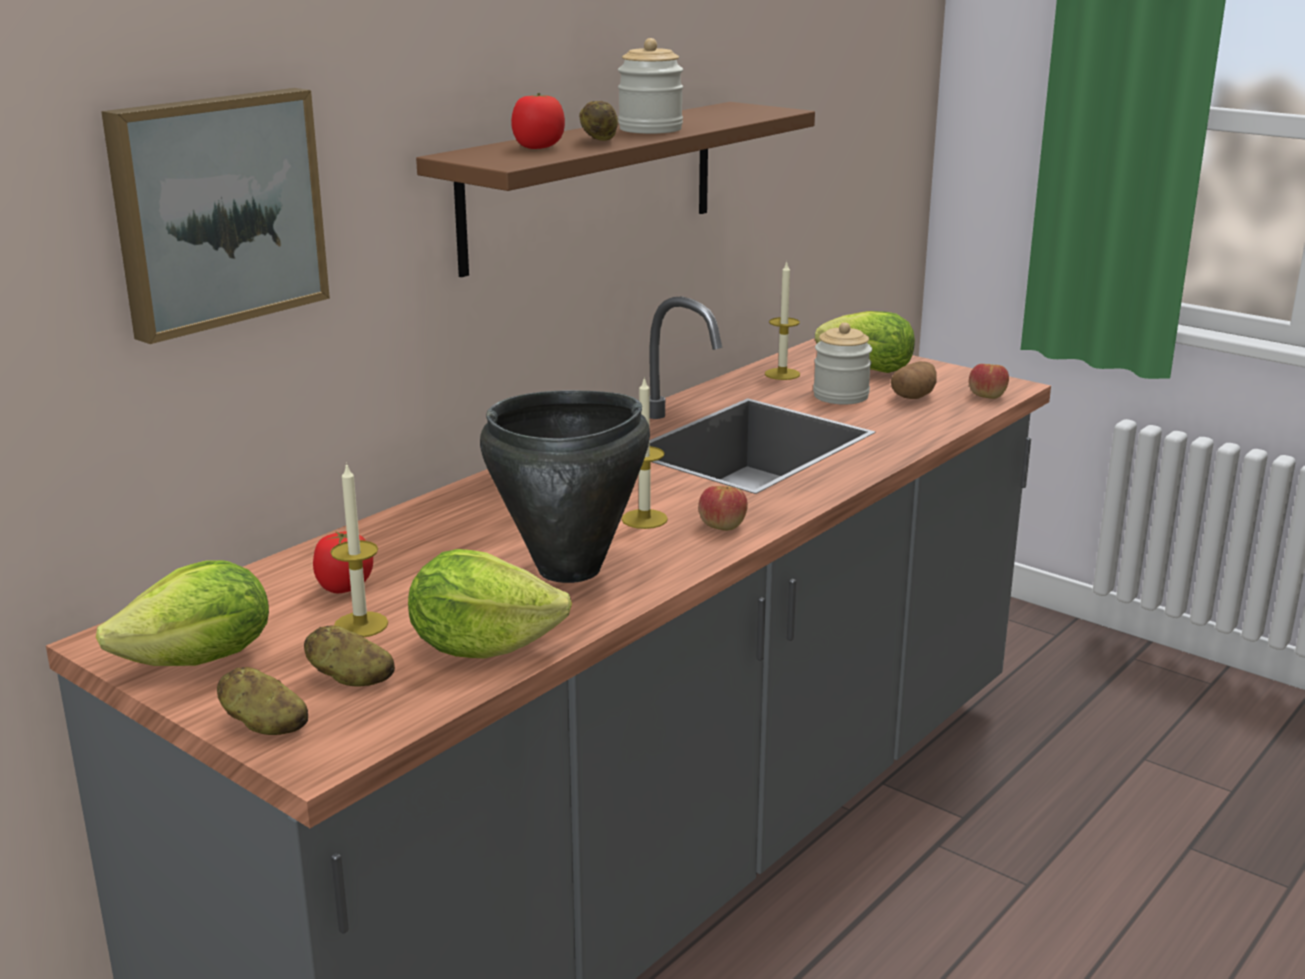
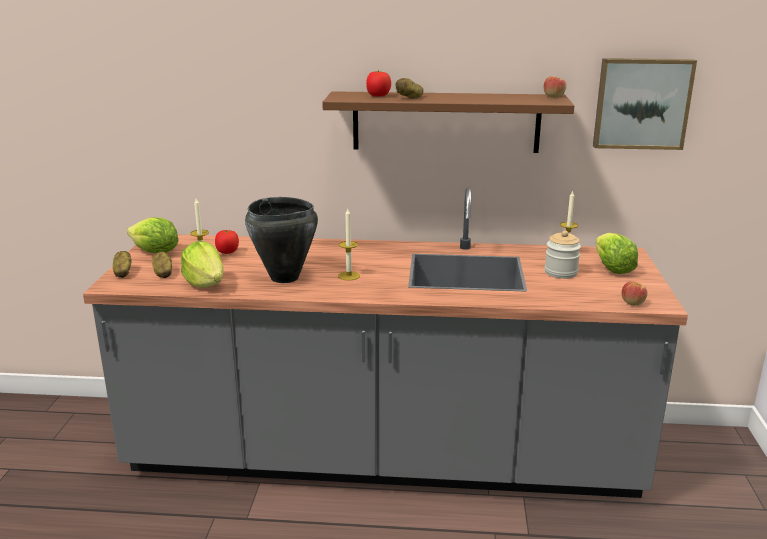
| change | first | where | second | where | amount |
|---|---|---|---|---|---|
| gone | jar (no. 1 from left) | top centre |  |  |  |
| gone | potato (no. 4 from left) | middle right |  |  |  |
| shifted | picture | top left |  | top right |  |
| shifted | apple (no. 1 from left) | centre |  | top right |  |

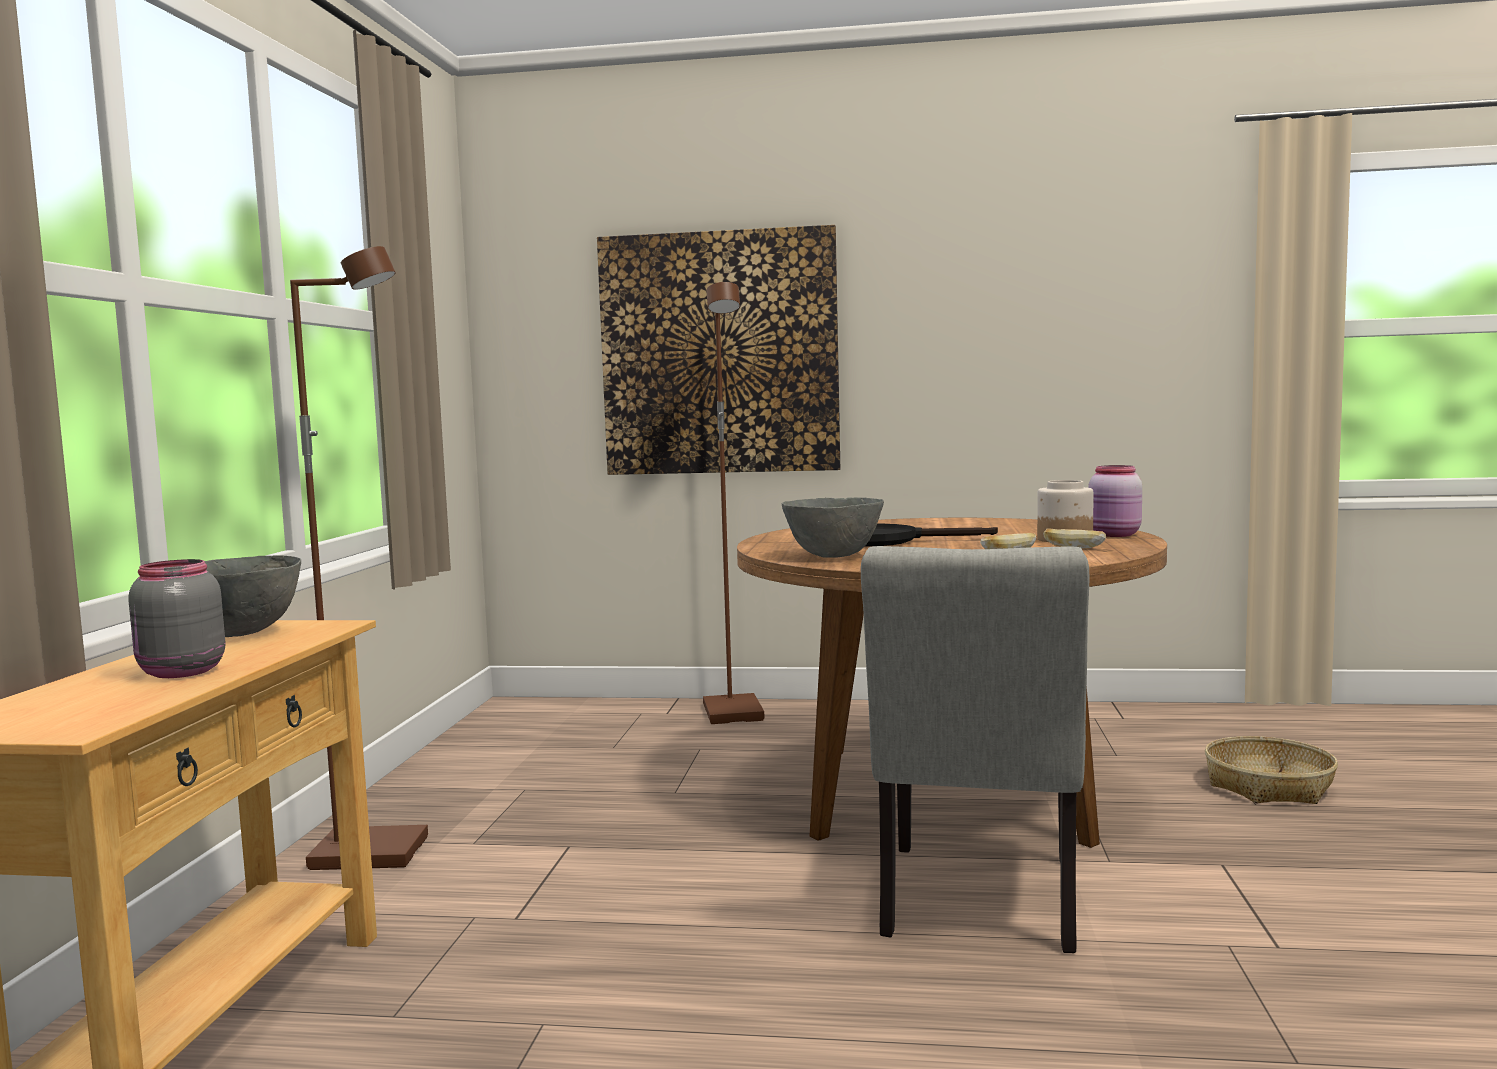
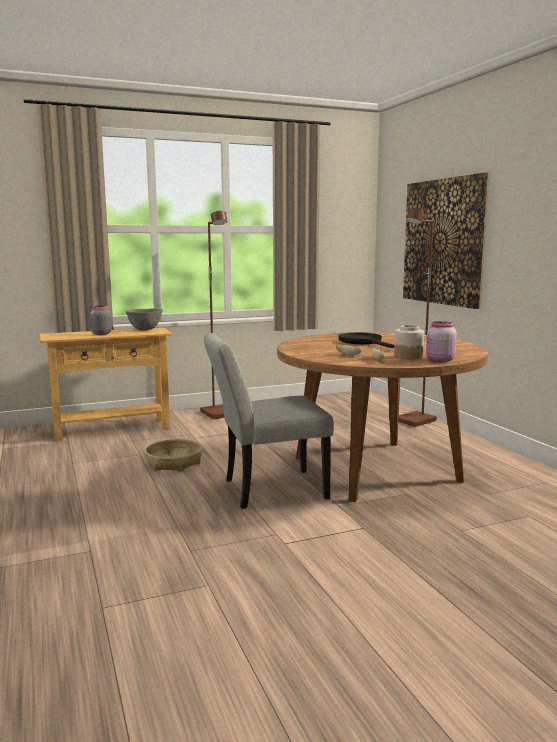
| change | first | where | second | where | amount |
|---|---|---|---|---|---|
| gone | bowl in grey (no. 2 from left) | centre |  |  |  |
| shifted | basket | bottom right |  | middle left |  |

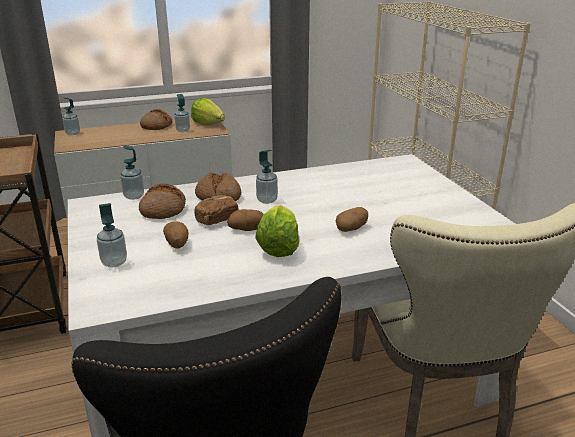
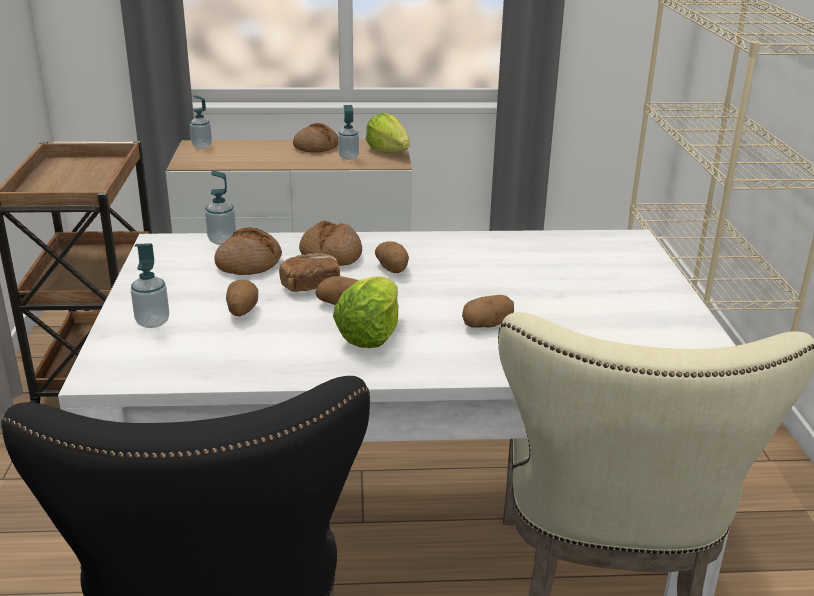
| change | first | where | second | where | amount |
|---|---|---|---|---|---|
| swapped | soap dispenser (no. 5 from left) | centre | potato (no. 3 from left) | centre |  |

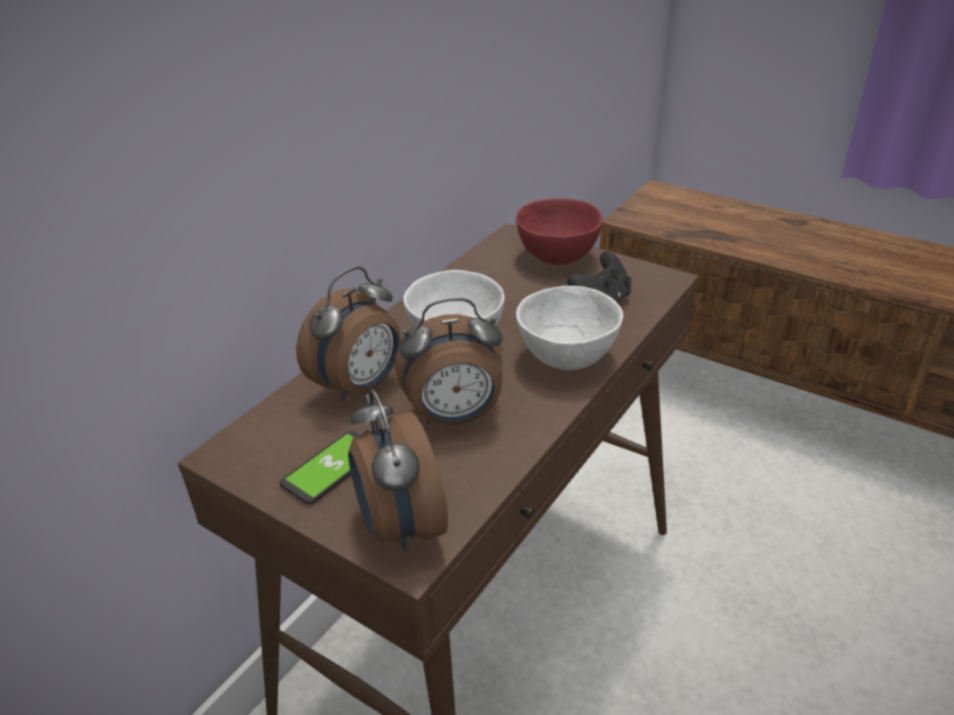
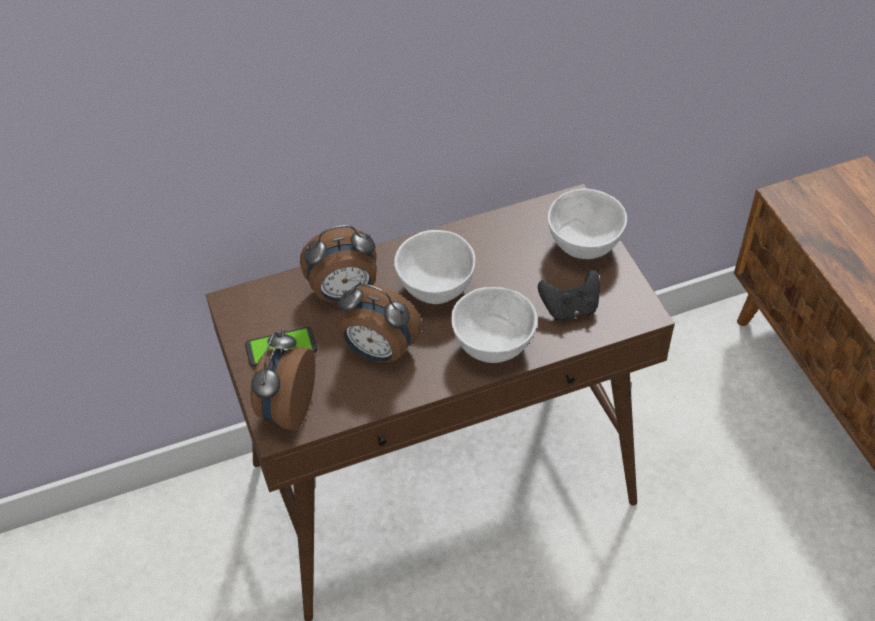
| change | first | where | second | where | amount |
|---|---|---|---|---|---|
| repainted | bowl in red | top centre | bowl in white (no. 3 from left) | middle right |  |

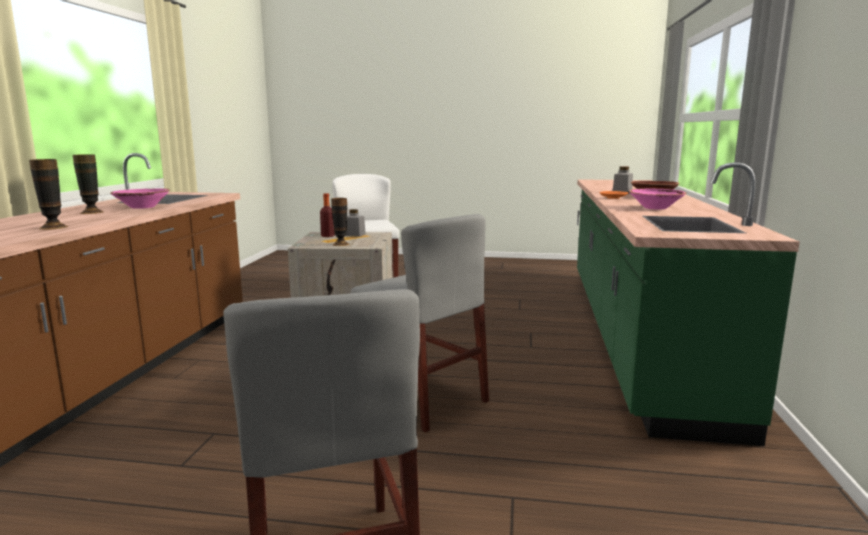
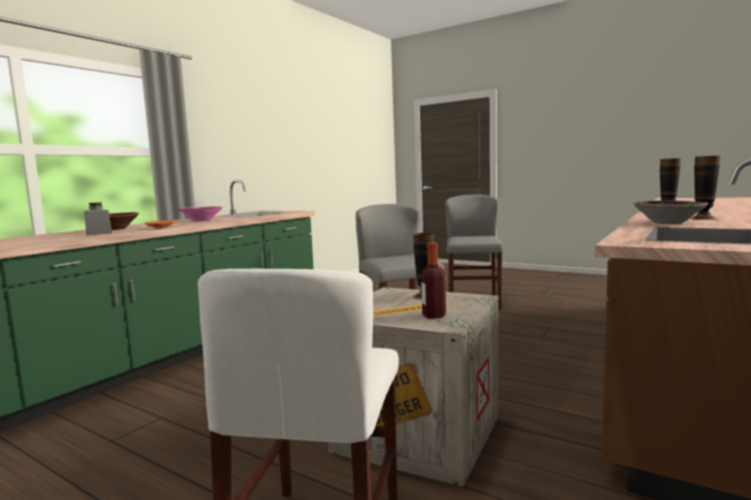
| change | first | where | second | where | amount |
|---|---|---|---|---|---|
| gone | jar in grey (no. 1 from left) | centre |  |  |  |
| repainted | bowl in pink (no. 1 from left) | middle left | bowl in grey | middle right |  |

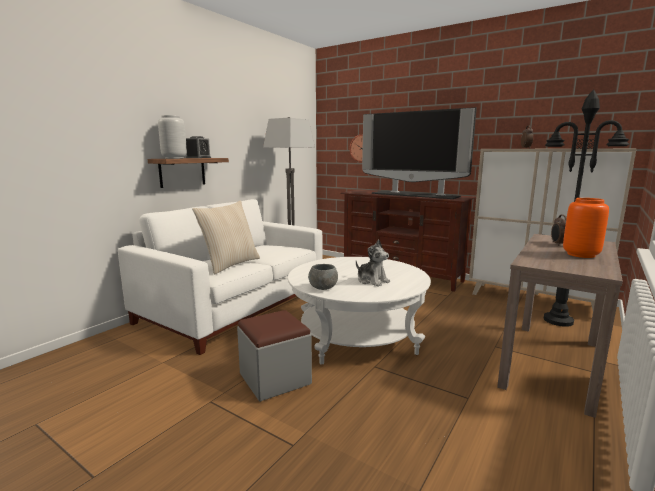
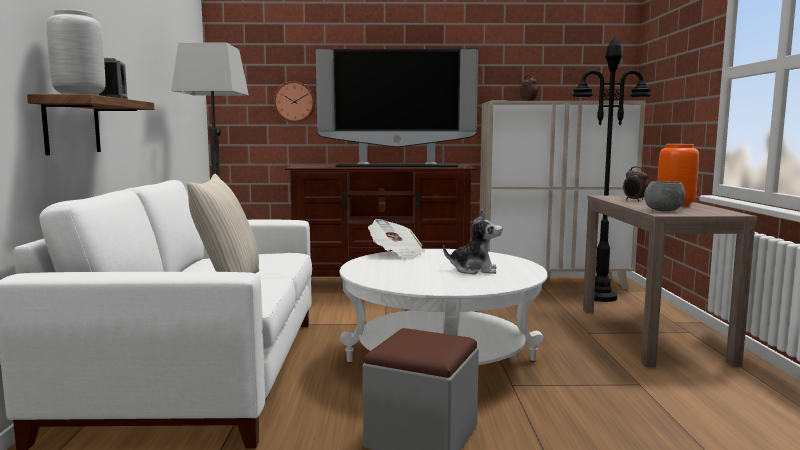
| change | first | where | second | where | amount |
|---|---|---|---|---|---|
| new |  |  | newspaper | centre |  |
| shifted | bowl in grey | centre |  | middle right |  |

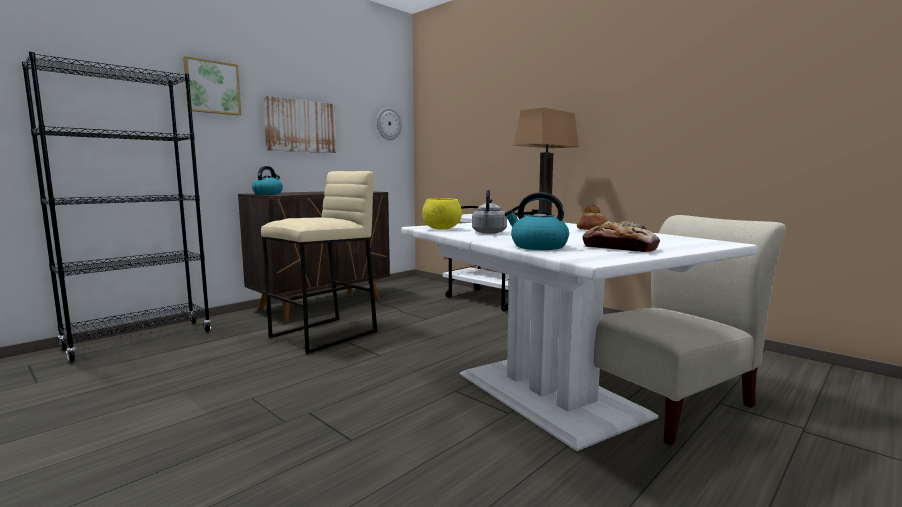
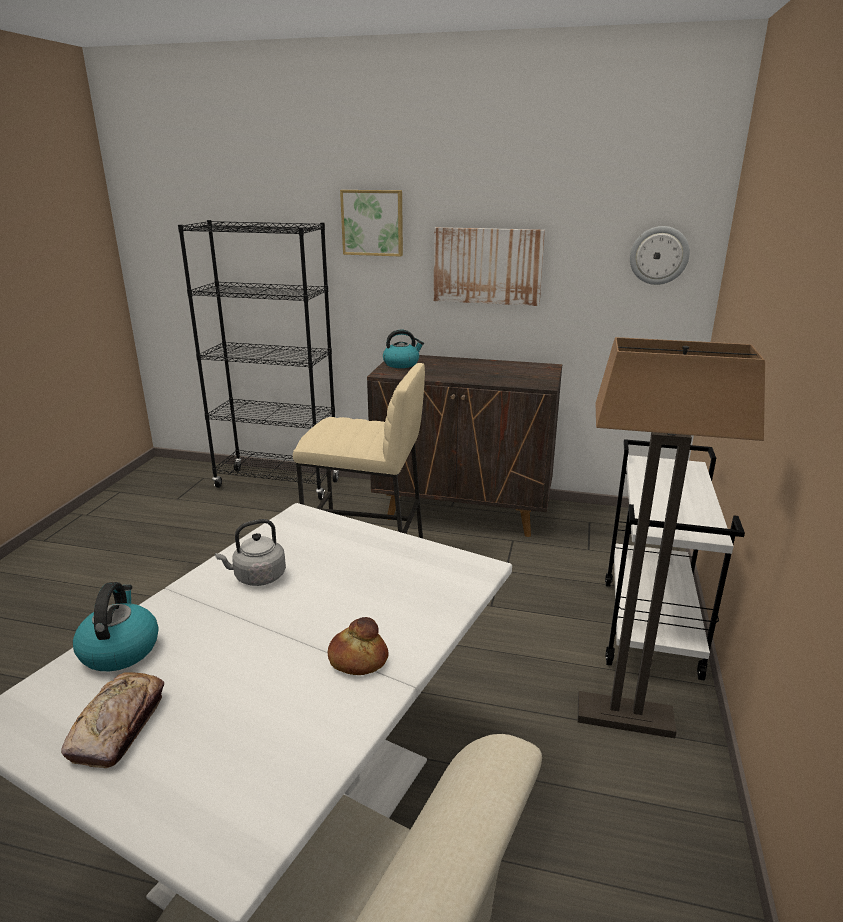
| change | first | where | second | where | amount |
|---|---|---|---|---|---|
| gone | bowl in yellow | centre |  |  |  |

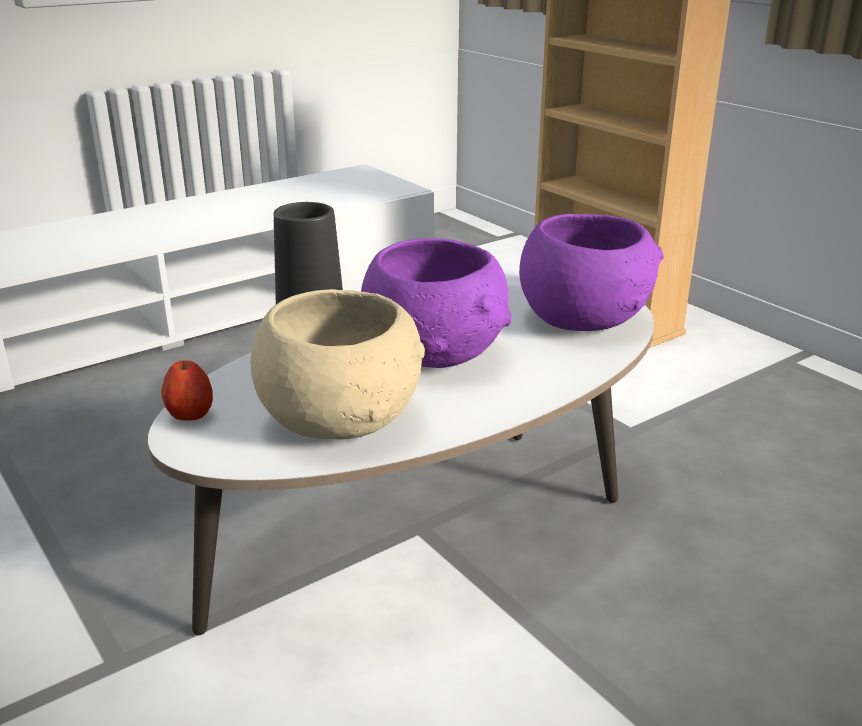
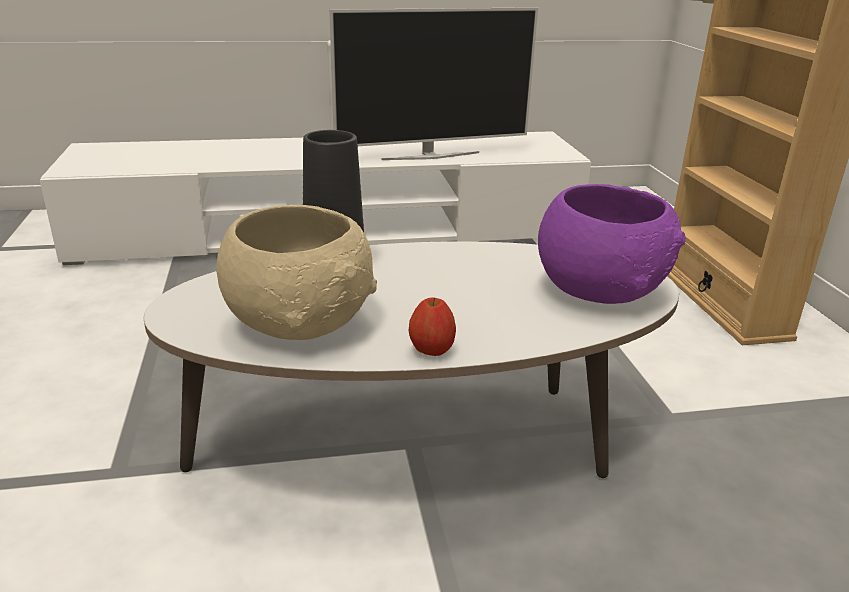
| change | first | where | second | where | amount |
|---|---|---|---|---|---|
| gone | bowl in purple (no. 1 from left) | centre |  |  |  |
| new |  |  | television | top centre |  |
| shifted | apple | middle left |  | centre |  |

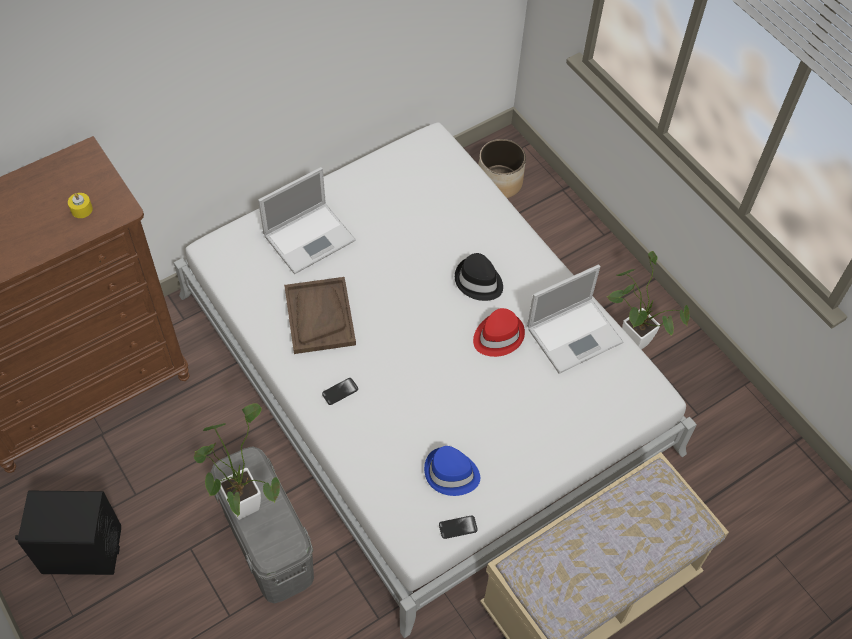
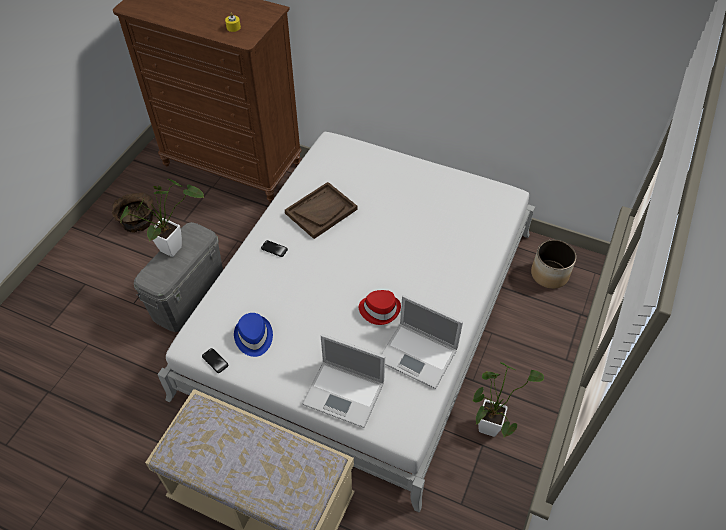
| change | first | where | second | where | amount |
|---|---|---|---|---|---|
| gone | hat in black | centre |  |  |  |
| shifted | laptop (no. 1 from left) | centre |  | bottom centre |  |
| swapped | speaker in black | bottom left | bowl in brown | middle left |  |

